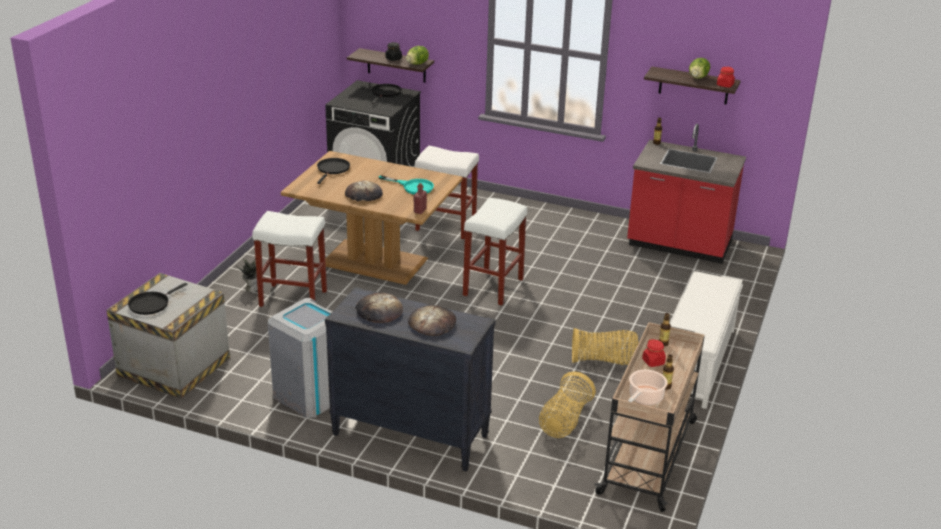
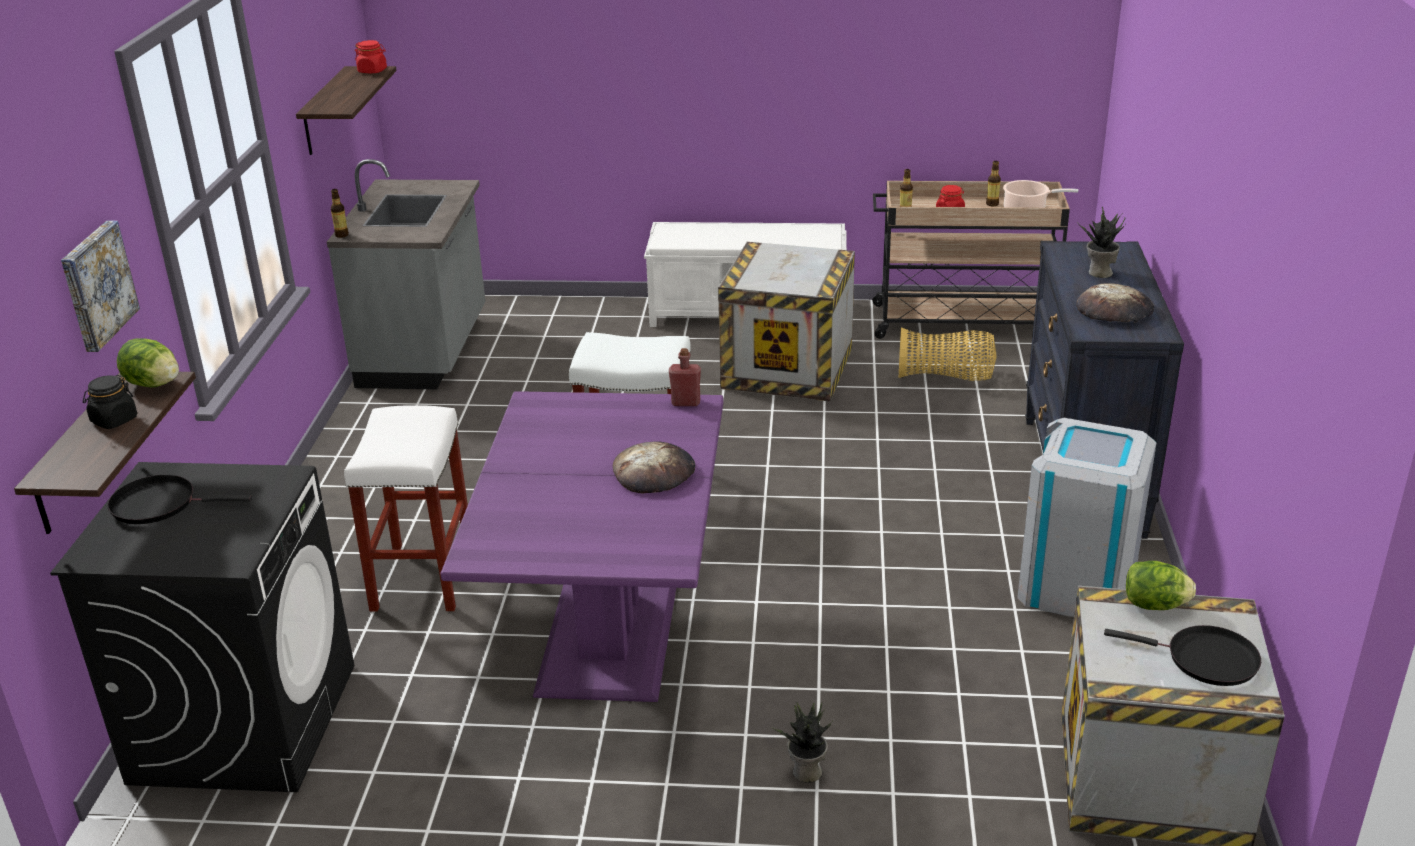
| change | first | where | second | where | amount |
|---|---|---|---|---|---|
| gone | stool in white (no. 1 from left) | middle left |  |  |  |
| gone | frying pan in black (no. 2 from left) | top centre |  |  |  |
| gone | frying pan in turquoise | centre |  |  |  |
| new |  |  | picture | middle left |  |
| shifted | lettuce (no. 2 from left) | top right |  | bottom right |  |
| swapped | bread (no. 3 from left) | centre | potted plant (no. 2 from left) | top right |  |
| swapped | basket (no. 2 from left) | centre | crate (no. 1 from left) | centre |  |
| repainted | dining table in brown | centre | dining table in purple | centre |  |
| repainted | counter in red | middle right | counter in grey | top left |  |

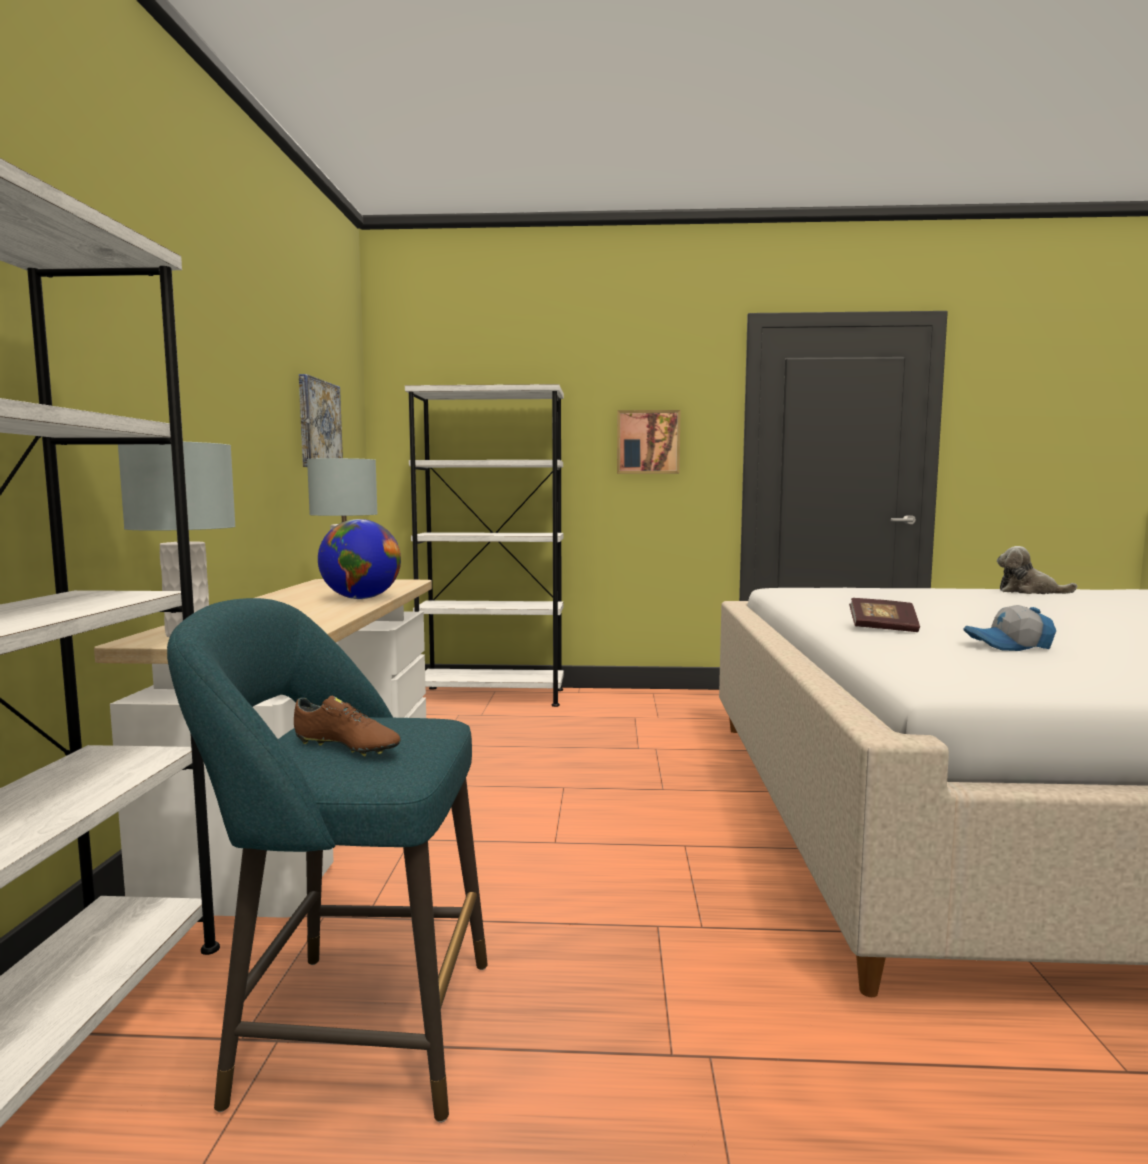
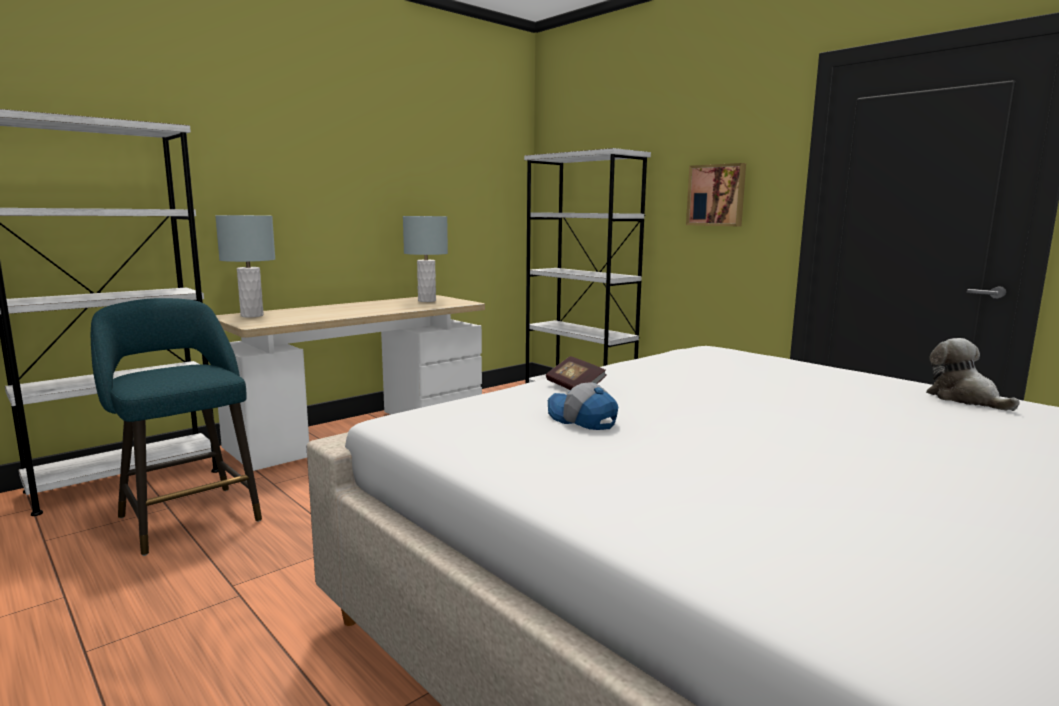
| change | first | where | second | where | amount |
|---|---|---|---|---|---|
| gone | shoe in brown | middle left |  |  |  |
| gone | picture (no. 1 from left) | middle left |  |  |  |
| gone | globe | middle left |  |  |  |

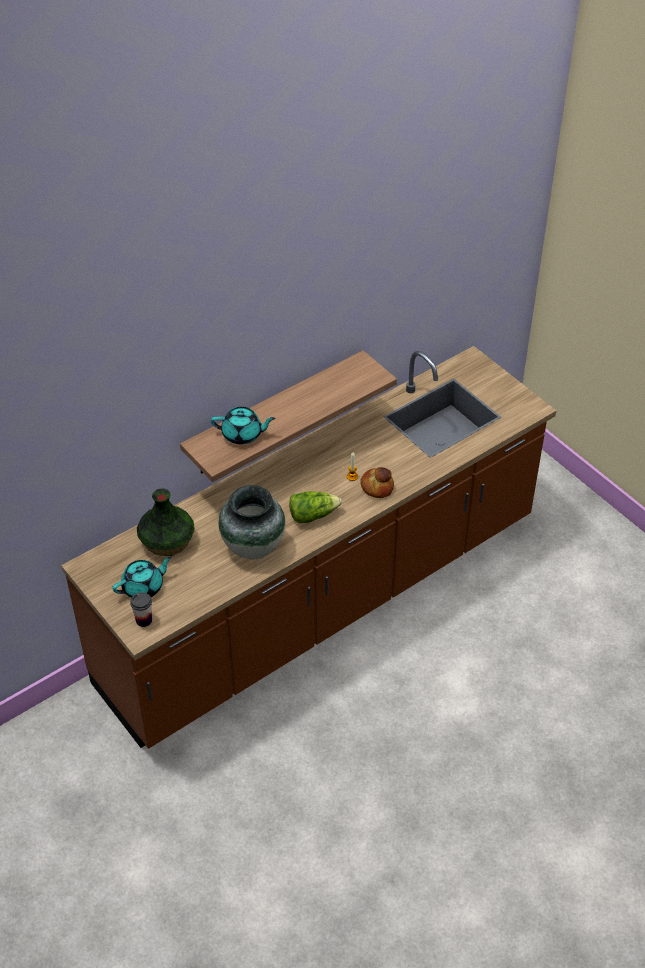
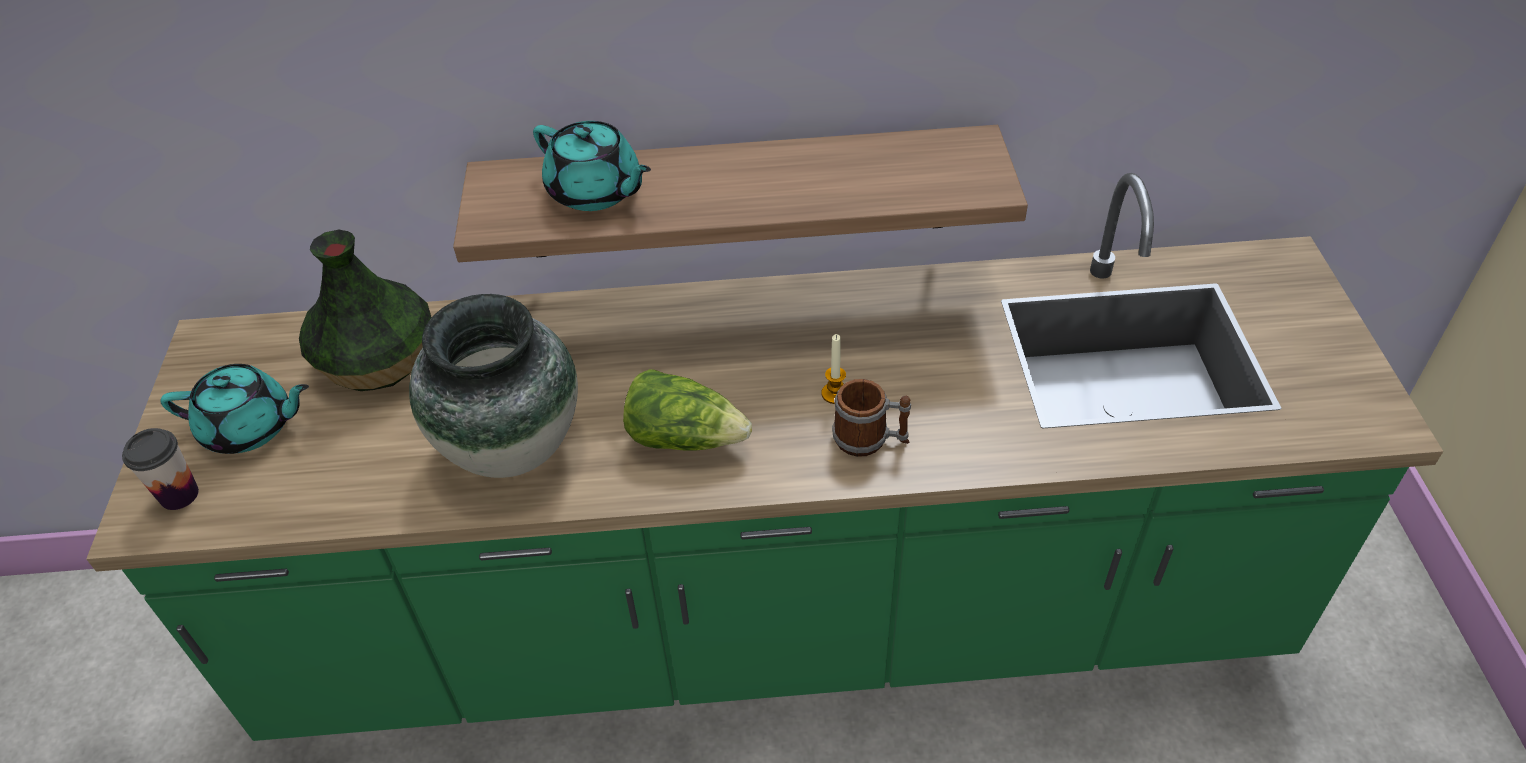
| change | first | where | second | where | amount |
|---|---|---|---|---|---|
| swapped | bread | centre | mug | centre |  |
| repainted | counter in brown | centre | counter in green | centre |  |

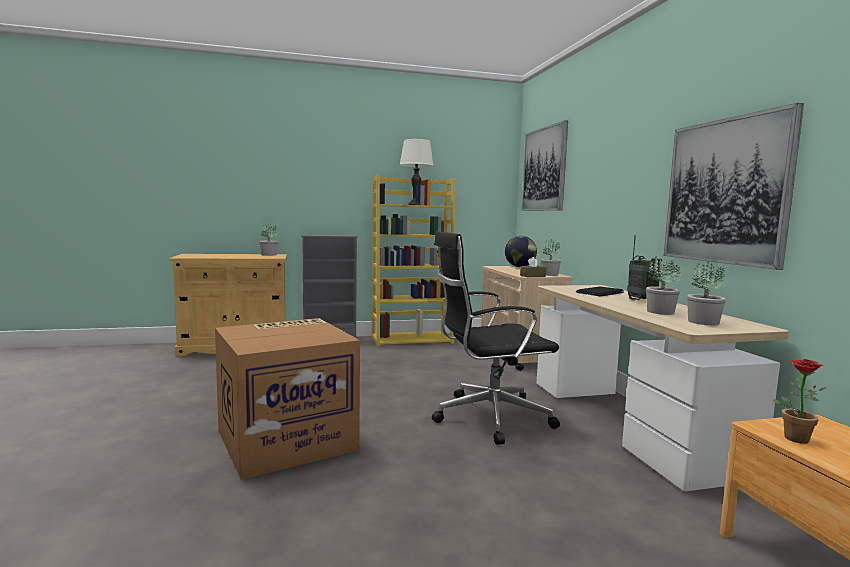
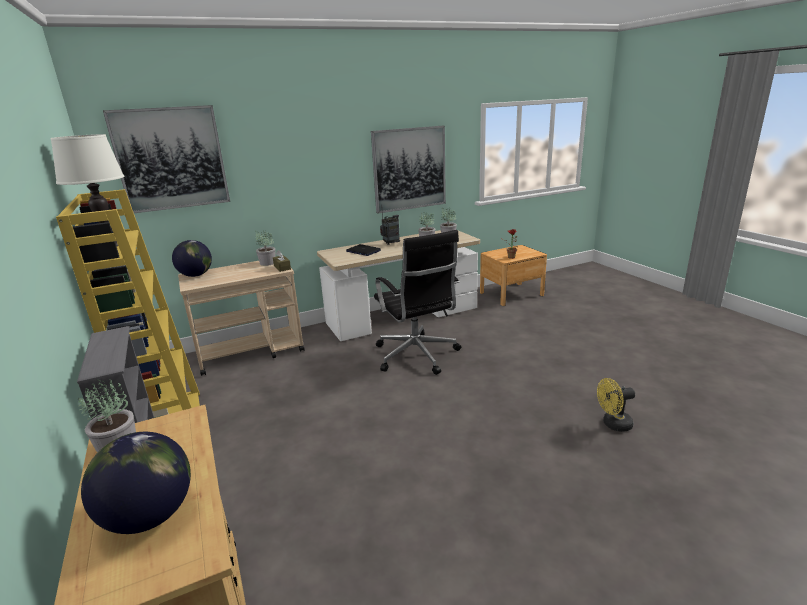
| change | first | where | second | where | amount |
|---|---|---|---|---|---|
| gone | cardboard box | bottom centre |  |  |  |
| new |  |  | globe (no. 1 from left) | bottom left |  |
| new |  |  | fan in yellow | bottom right |  |

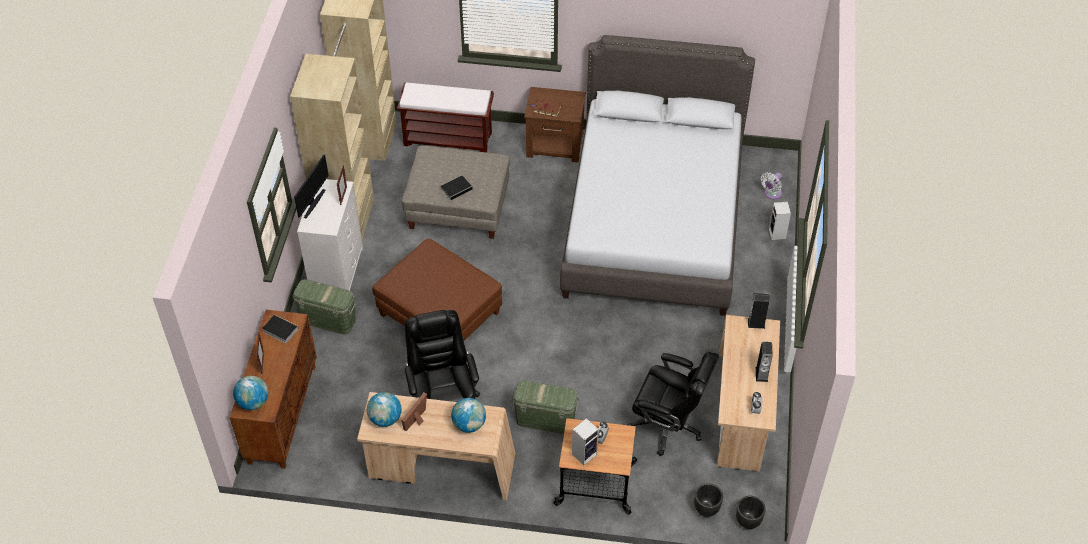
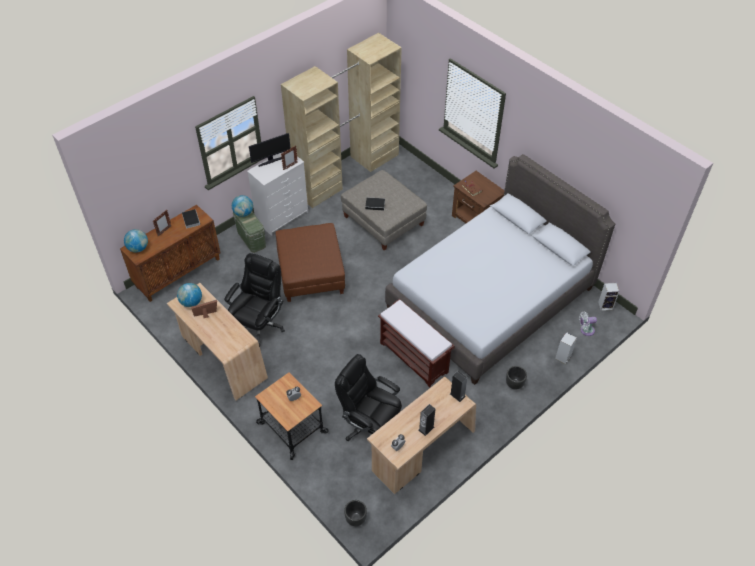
| change | first | where | second | where | amount |
|---|---|---|---|---|---|
| gone | storage box in green (no. 2 from left) | bottom centre |  |  |  |
| shifted | bench in brown | top centre |  | centre |  |
| shifted | globe (no. 3 from left) | bottom centre |  | middle left |  |
| shifted | speaker (no. 1 from left in the first image) | bottom centre | speaker (no. 4 from left) | middle right |  |
| shifted | planter in black (no. 1 from left in the first image) | bottom centre | planter in black (no. 2 from left) | bottom right |  |
| rotated | office chair in black (no. 2 from left) | bottom centre |  | bottom centre | 150 degrees clockwise |

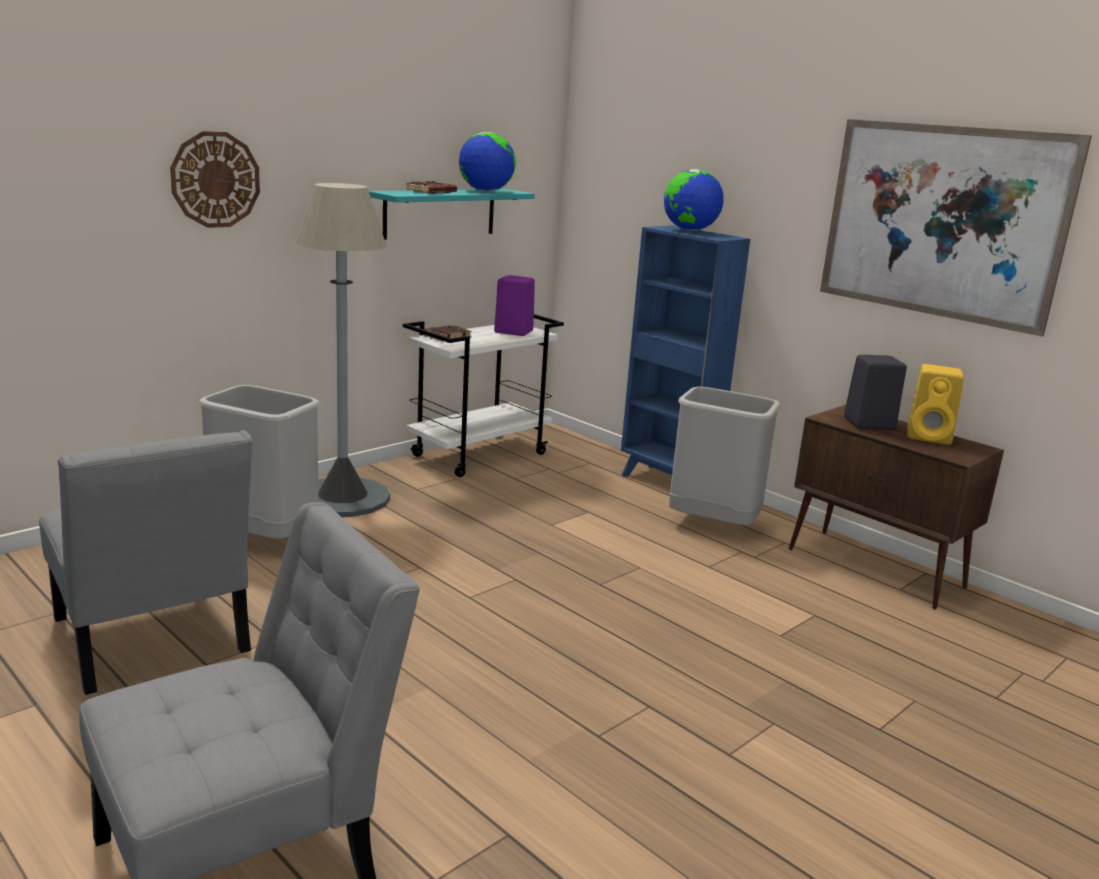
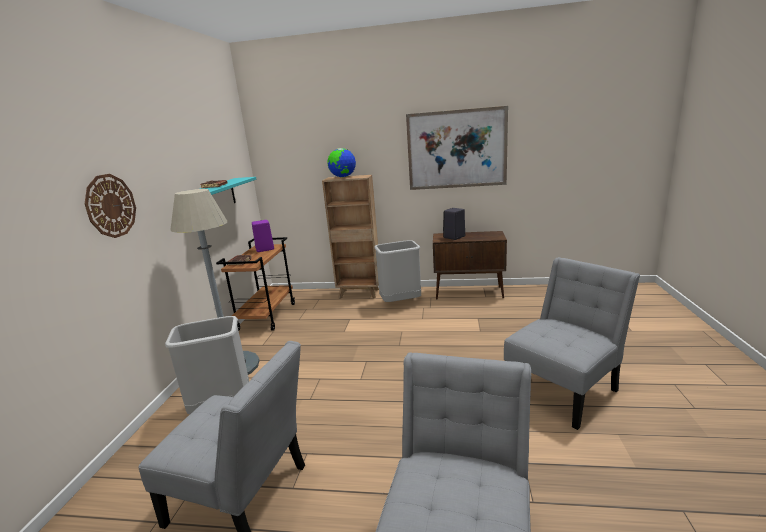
| change | first | where | second | where | amount |
|---|---|---|---|---|---|
| gone | globe (no. 1 from left) | top centre |  |  |  |
| gone | speaker in yellow | middle right |  |  |  |
| new |  |  | chair in grey (no. 3 from left) | middle right |  |
| repainted | cart in white | centre | cart in brown | middle left |  |
| repainted | bookcase in blue | centre | bookcase in brown | centre |  |

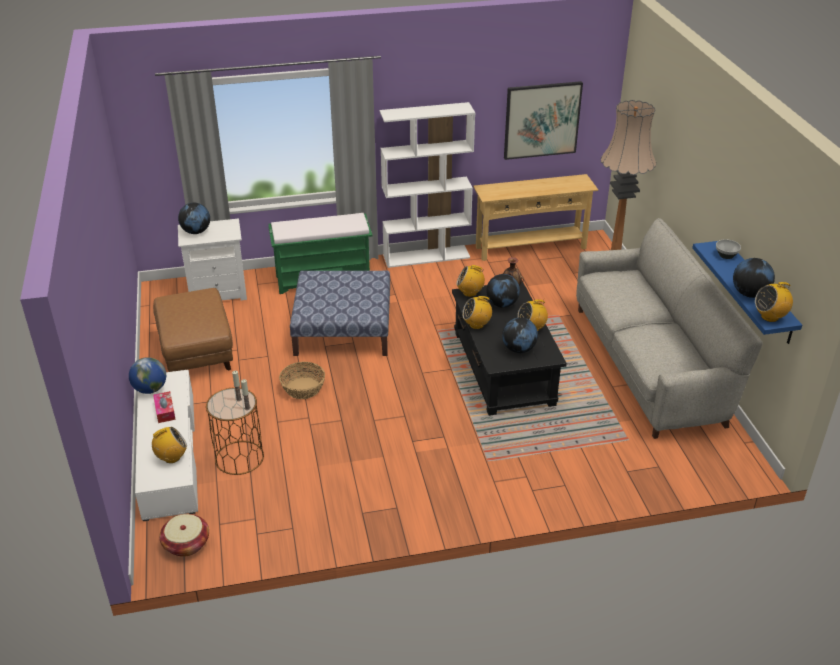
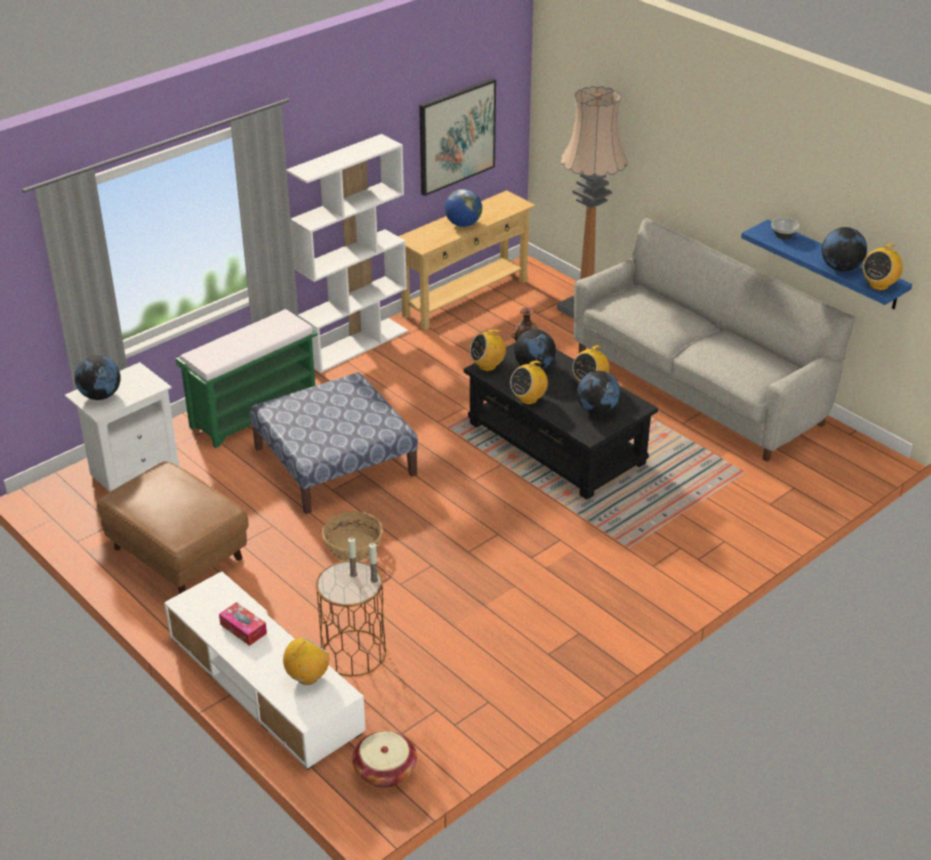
| change | first | where | second | where | amount |
|---|---|---|---|---|---|
| shifted | globe (no. 1 from left in the first image) | middle left | globe (no. 2 from left) | top centre |  |

